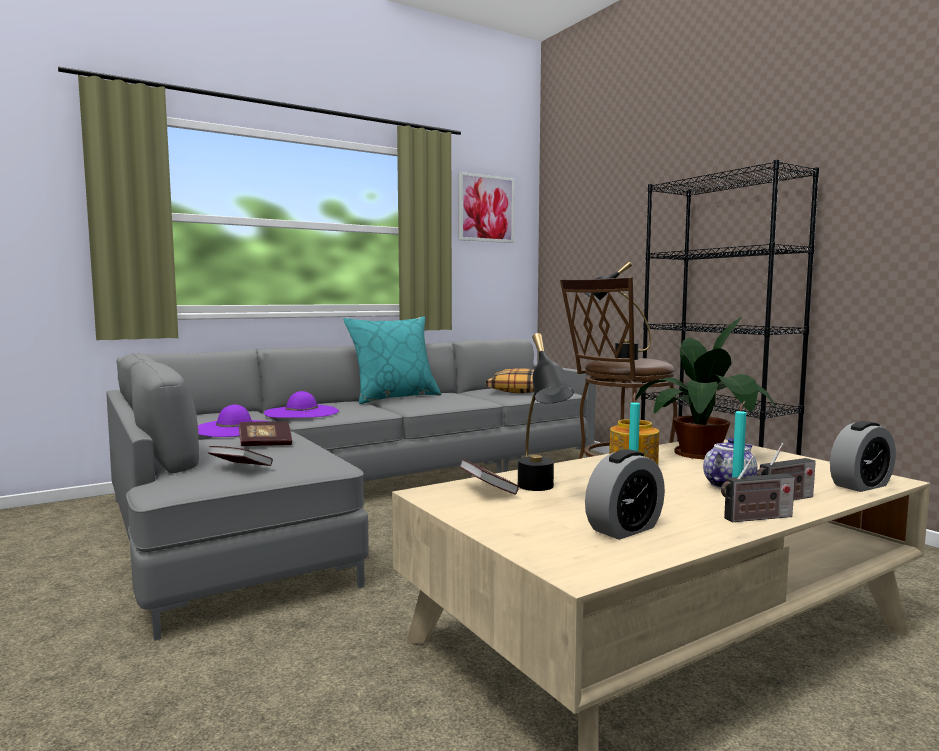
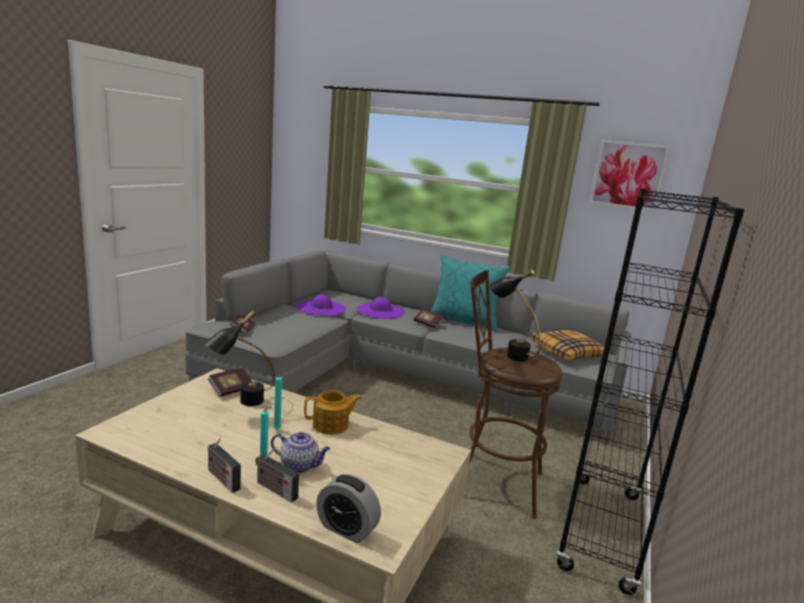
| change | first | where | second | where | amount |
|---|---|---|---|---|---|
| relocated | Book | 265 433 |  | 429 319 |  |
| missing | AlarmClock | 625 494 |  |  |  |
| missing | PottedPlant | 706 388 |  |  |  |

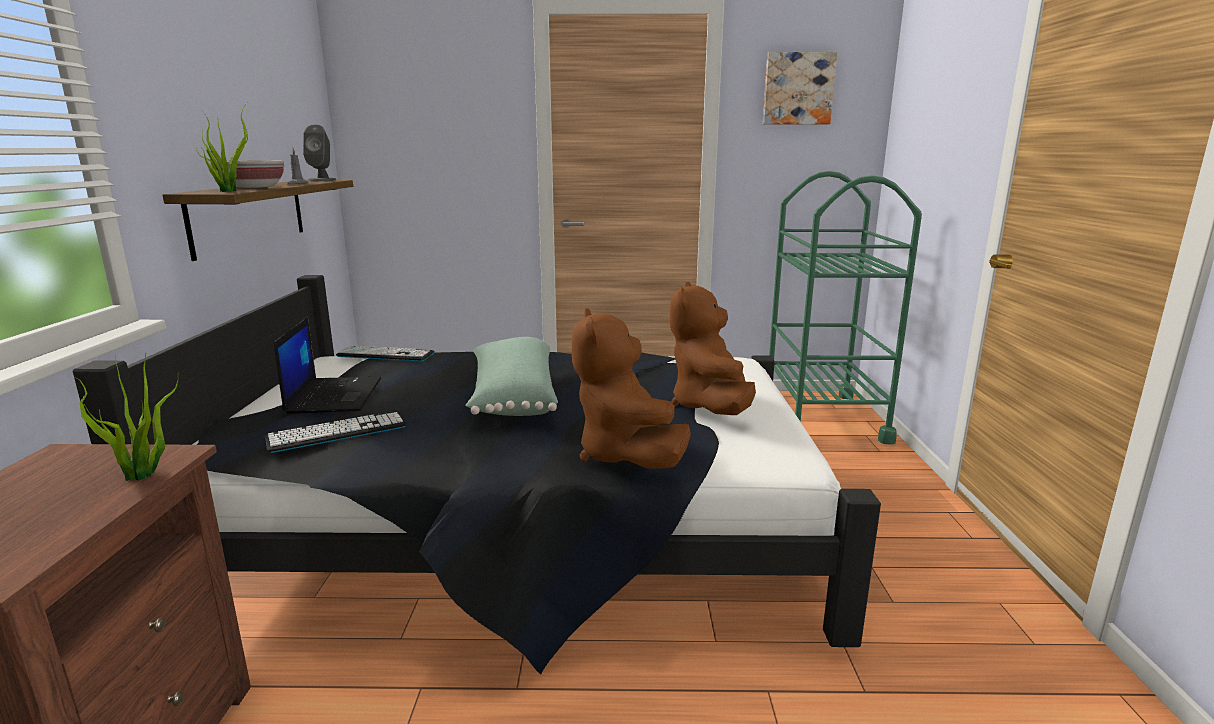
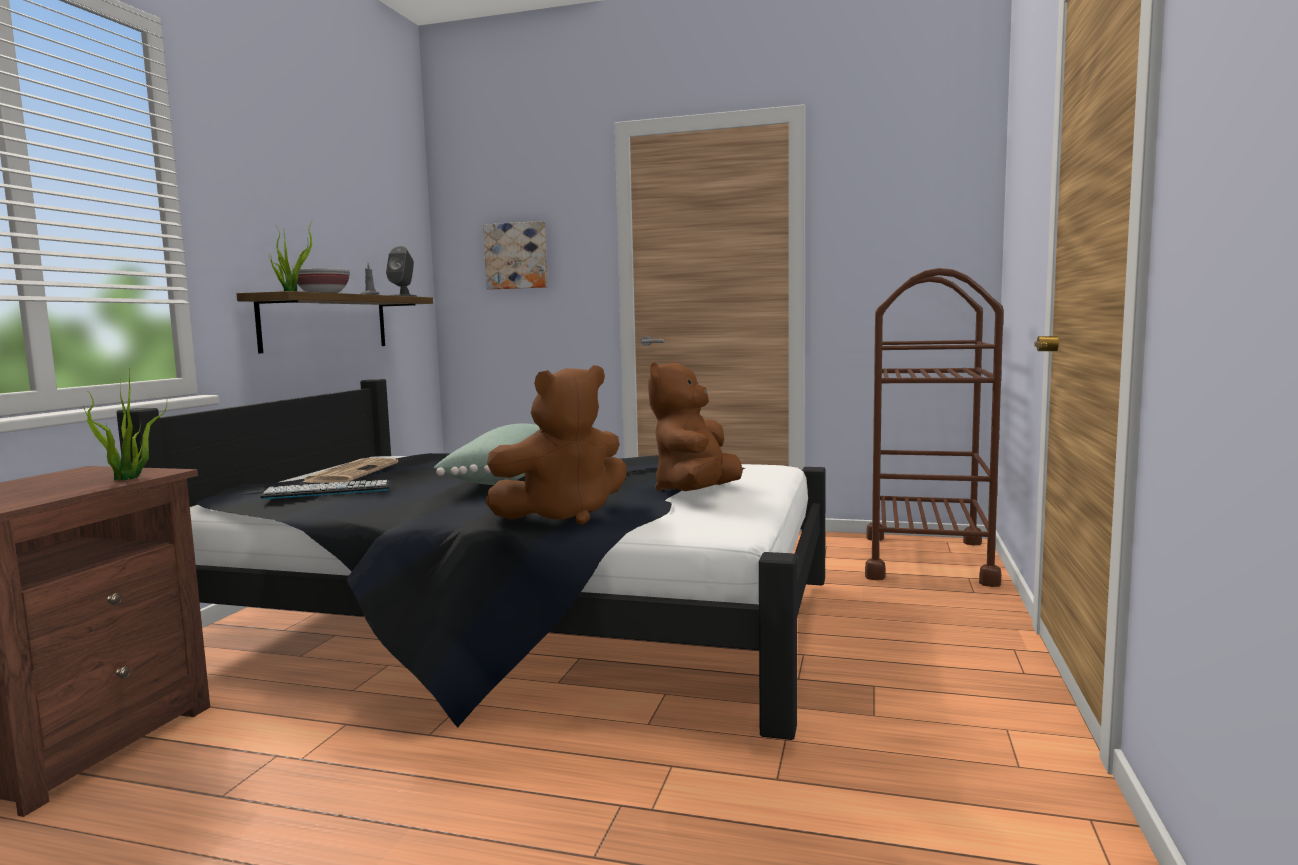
| change | first | where | second | where | amount |
|---|---|---|---|---|---|
| exchanged | Laptop | 327 365 | Newspaper | 349 470 |  |
| relocated | Picture | 800 88 |  | 515 255 |  |
| spun | BrownPlushToy | 631 388 |  | 556 445 | 120 degrees counterclockwise |
| colour | GreenCart | 845 308 | BrownCart | 934 427 |  |
| missing | Keyboard | 385 353 |  |  |  |

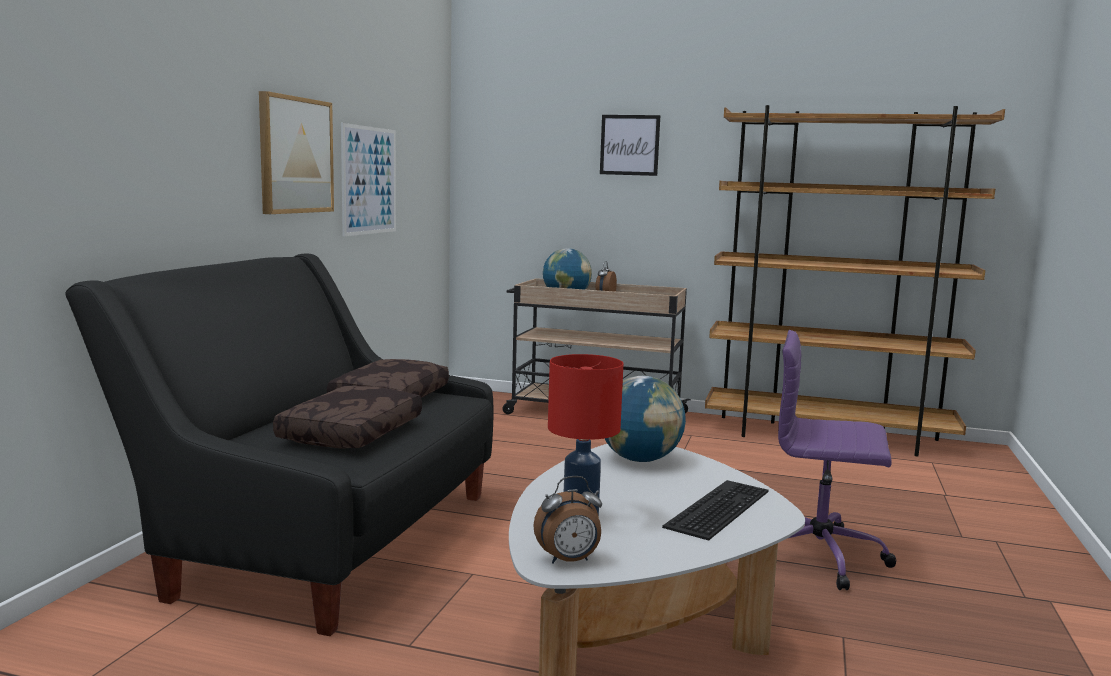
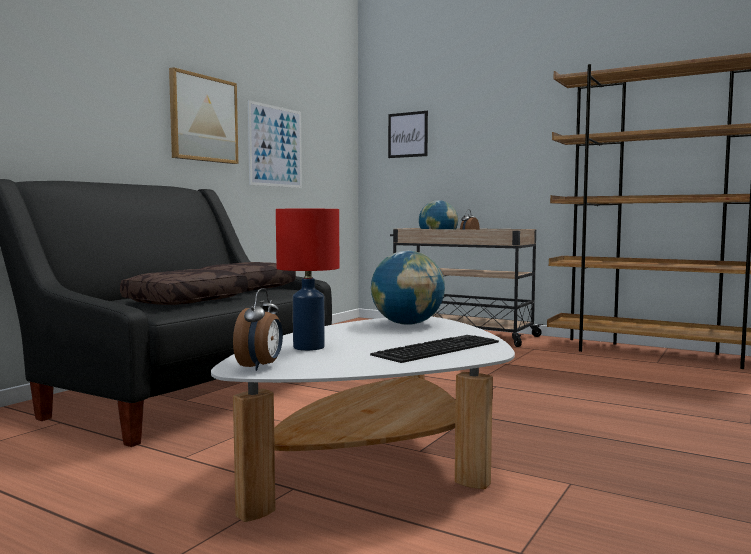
| change | first | where | second | where | amount |
|---|---|---|---|---|---|
| spun | AlarmClock | 567 520 |  | 258 329 | 75 degrees counterclockwise |
| relocated | Picture | 630 145 |  | 408 134 |  |
| missing | PurpleOfficeChair | 837 460 |  |  |  |

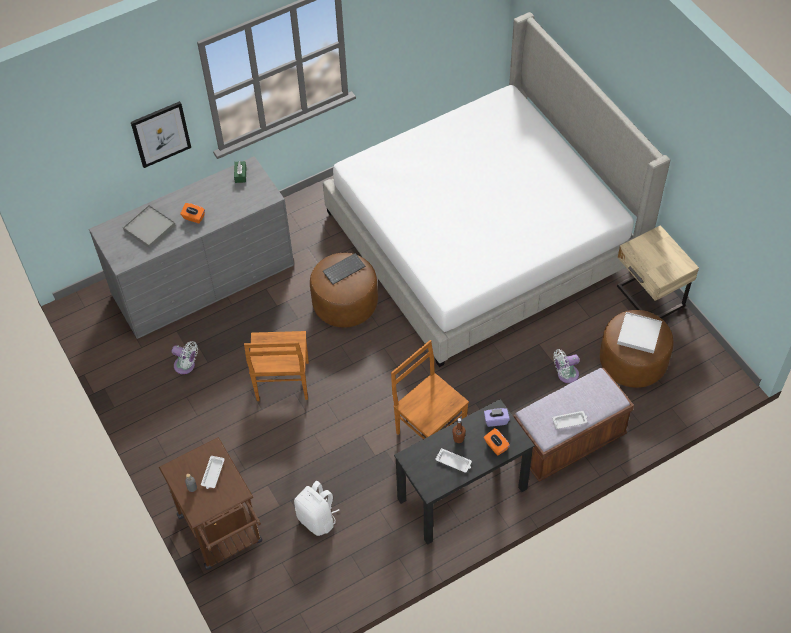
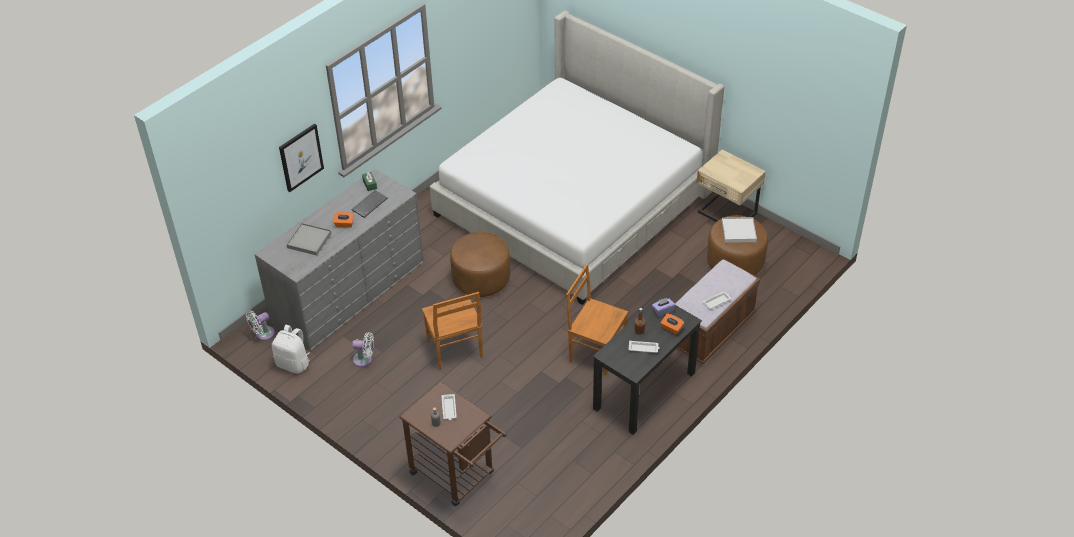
| change | first | where | second | where | amount |
|---|---|---|---|---|---|
| relocated | WhiteFan | 566 366 |  | 260 325 |  |
| relocated | WhiteBackpack | 316 508 |  | 290 349 |  |
| relocated | Keyboard | 344 269 |  | 370 204 |  |

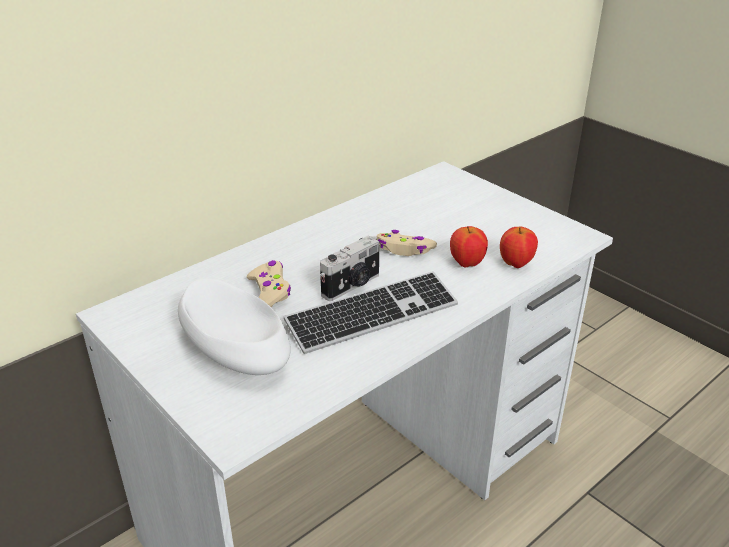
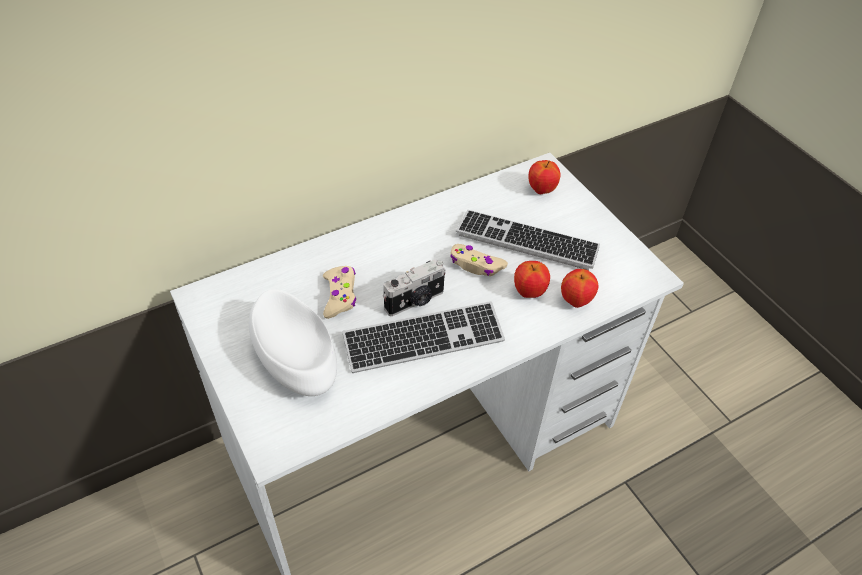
| change | first | where | second | where | amount |
|---|---|---|---|---|---|
| appeared |  |  | Keyboard | 528 240 |  |
| appeared |  |  | Apple | 544 177 |  |

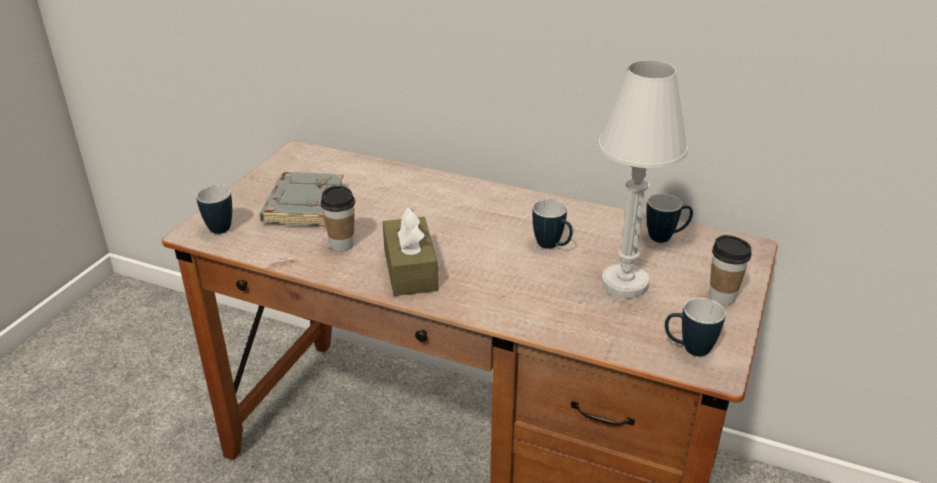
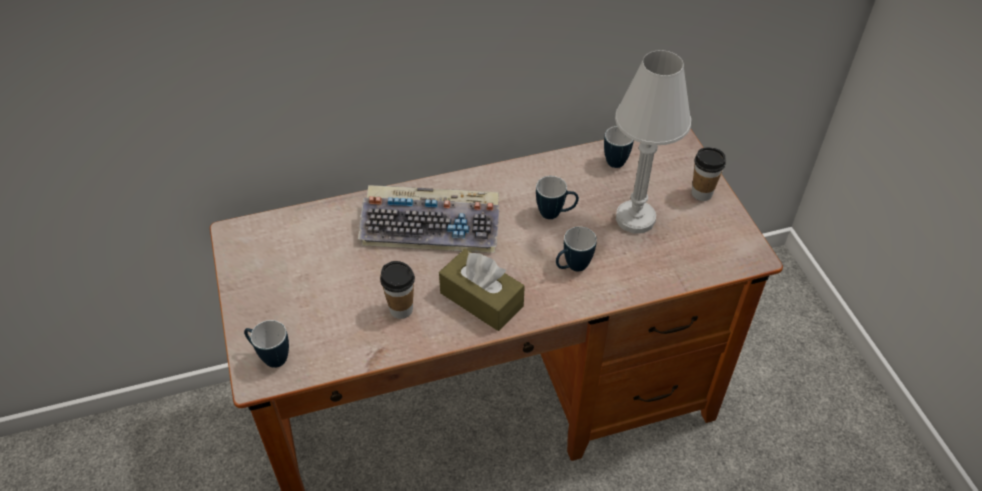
| change | first | where | second | where | amount |
|---|---|---|---|---|---|
| appeared |  |  | Keyboard | 429 219 |  |
| relocated | Mug | 695 327 |  | 576 248 |  |
| missing | GreyBook | 302 199 |  |  |  |

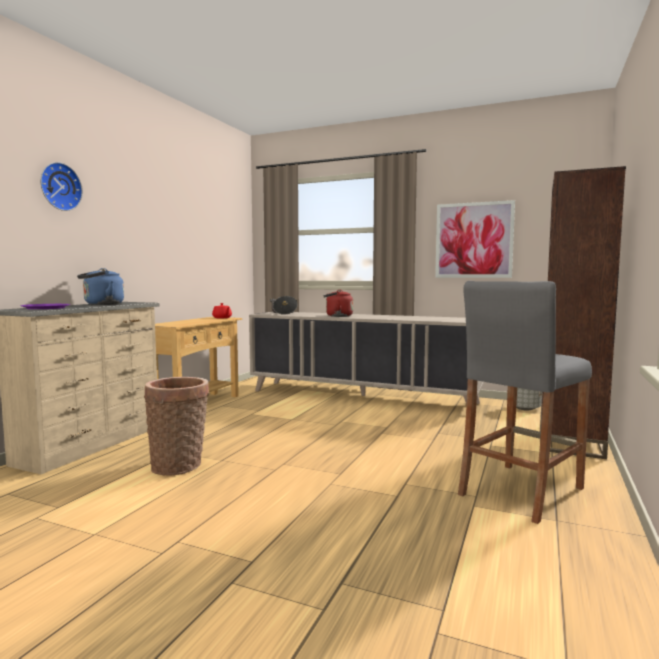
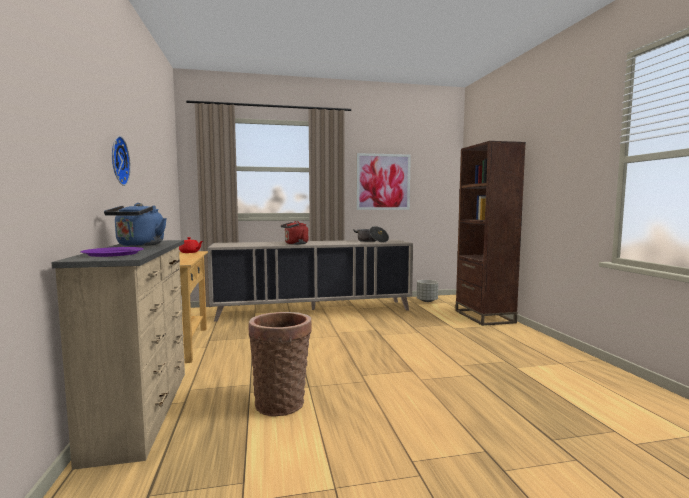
| change | first | where | second | where | amount |
|---|---|---|---|---|---|
| relocated | WallClock | 61 186 |  | 121 161 |  |
| relocated | CookingPot | 283 305 |  | 371 234 |  |
| missing | GreyStool | 525 402 |  |  |  |

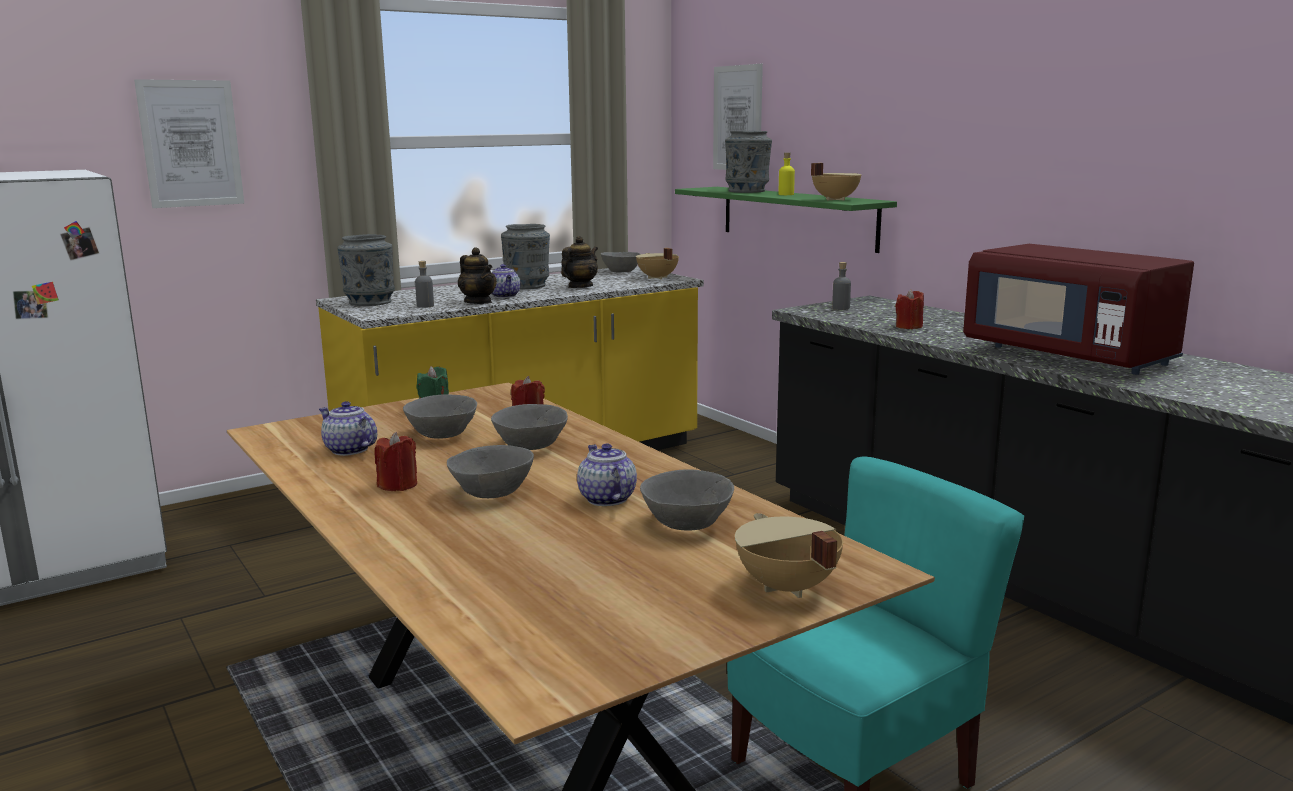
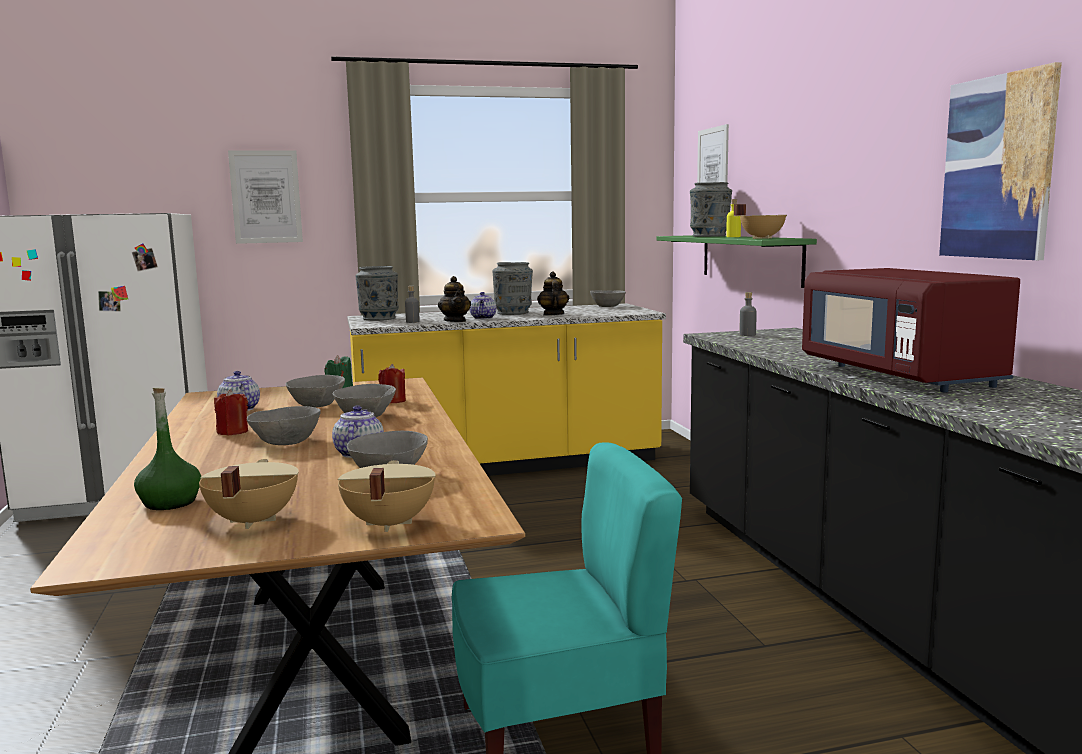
| change | first | where | second | where | amount |
|---|---|---|---|---|---|
| appeared |  |  | GreenBottle | 168 449 |  |
| relocated | BeigeCookingPot | 657 263 |  | 249 494 |  |
| spun | Teapot | 579 262 |  | 553 294 | 60 degrees counterclockwise |
| appeared |  |  | Picture | 1000 161 |  |
| missing | RedCandle | 909 309 |  |  |  |

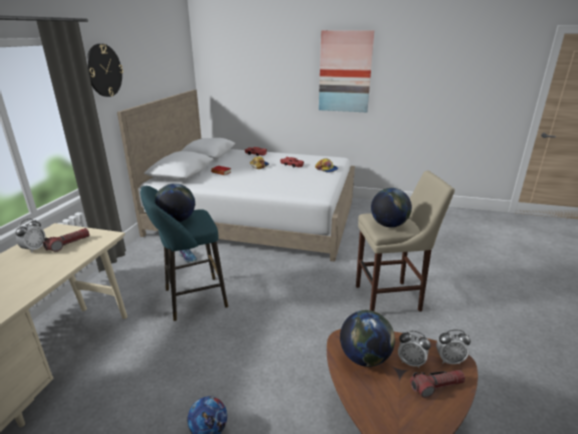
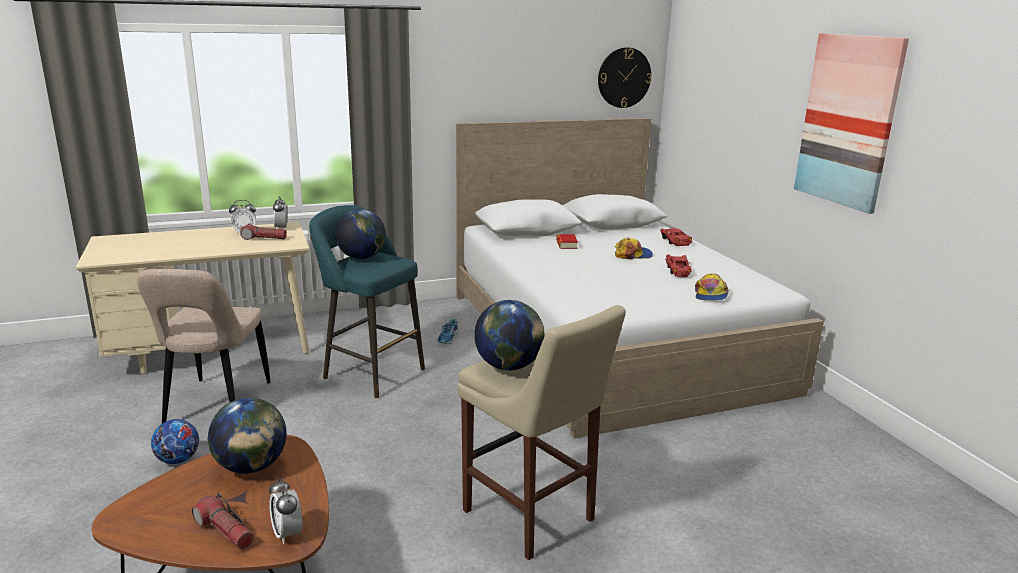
| change | first | where | second | where | amount |
|---|---|---|---|---|---|
| appeared |  |  | BeigeChair | 204 346 |  |
| relocated | AlarmClock | 414 349 |  | 280 212 |  |
| relocated | WallClock | 104 70 |  | 625 77 |  |

